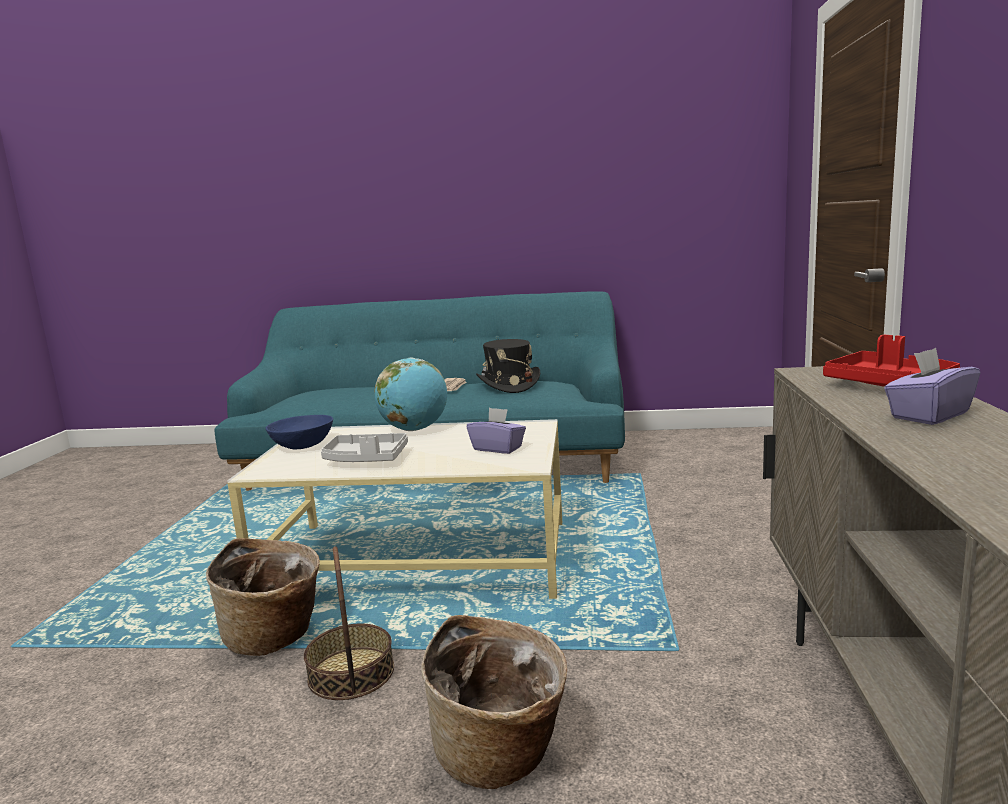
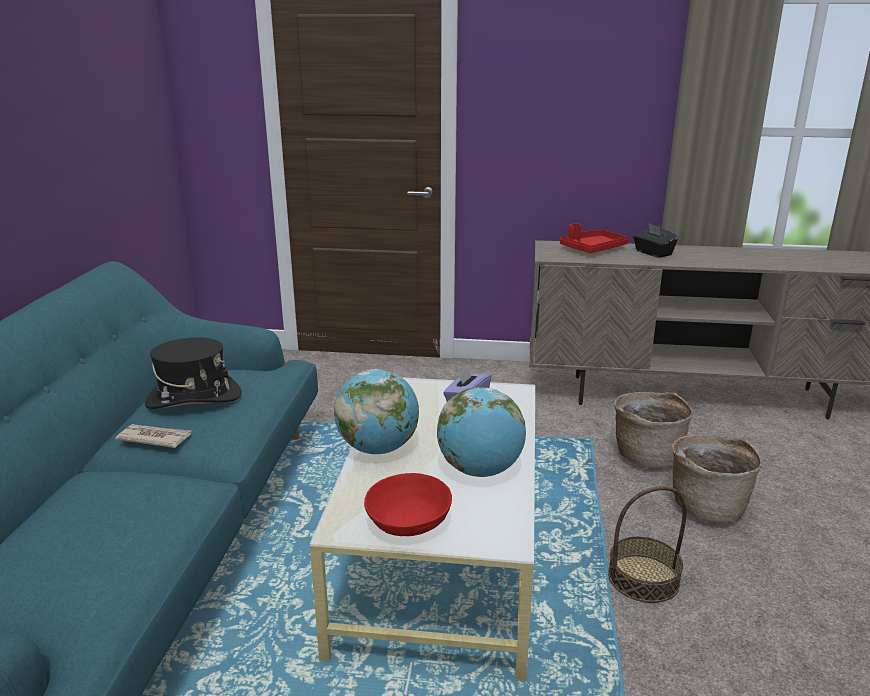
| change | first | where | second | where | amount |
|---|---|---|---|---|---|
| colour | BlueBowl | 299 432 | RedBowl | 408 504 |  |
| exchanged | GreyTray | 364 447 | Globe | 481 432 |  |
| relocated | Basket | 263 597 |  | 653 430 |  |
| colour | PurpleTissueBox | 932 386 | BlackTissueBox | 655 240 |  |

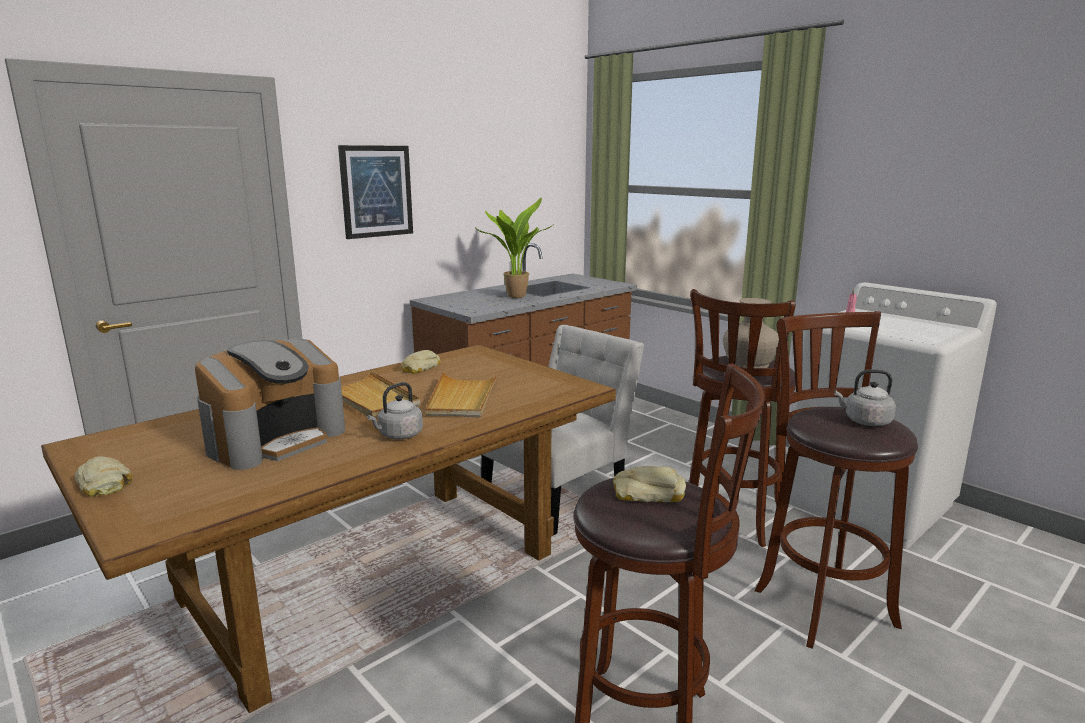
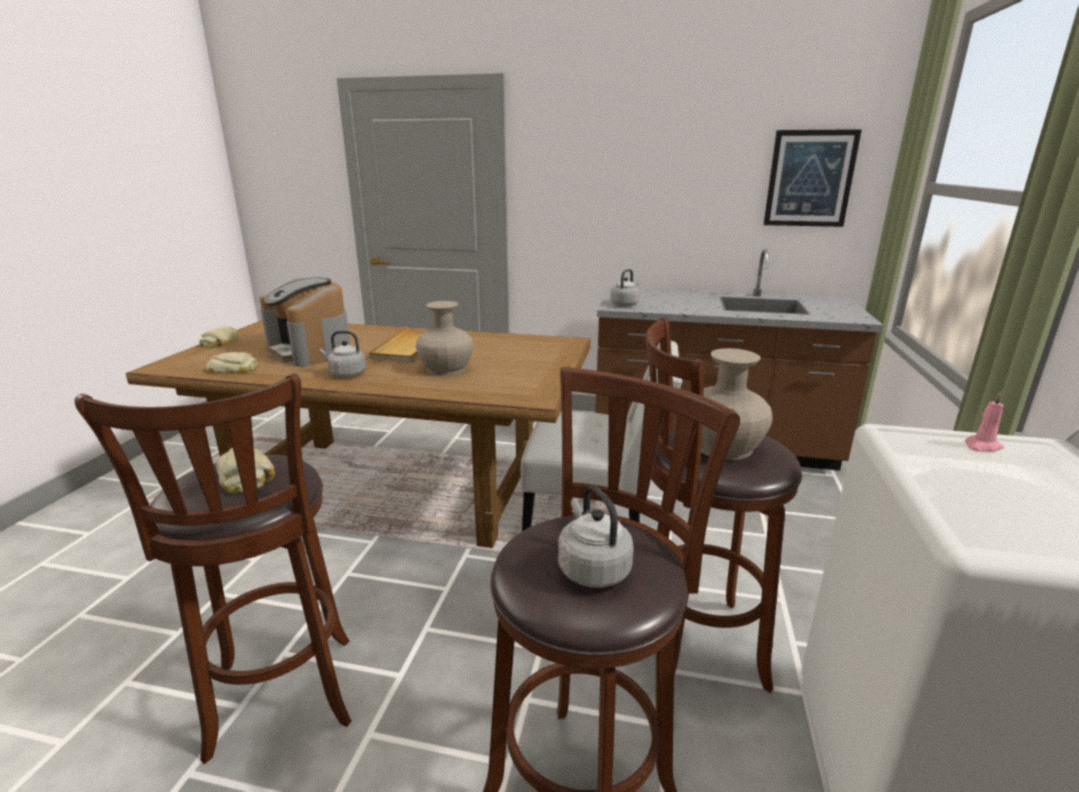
| change | first | where | second | where | amount |
|---|---|---|---|---|---|
| relocated | Bread | 421 362 |  | 232 362 |  |
| spun | CoffeeMachine | 270 404 |  | 305 322 | 45 degrees clockwise |
| exchanged | BeigeTray | 462 394 | BeigeVase | 444 338 |  |
| appeared |  |  | GreyKettle | 624 288 |  |
| relocated | Picture | 375 192 |  | 812 178 |  |
| missing | PottedPlant | 515 248 |  |  |  |

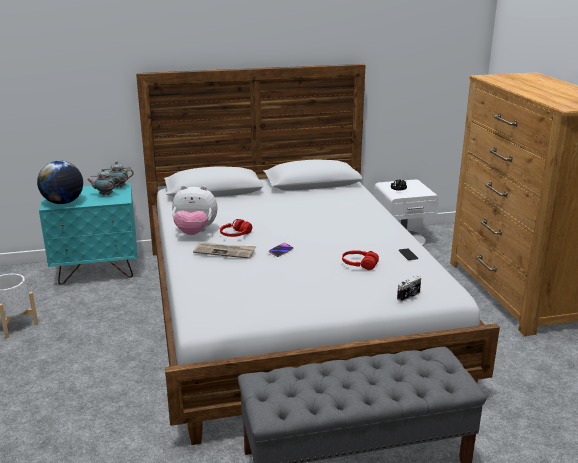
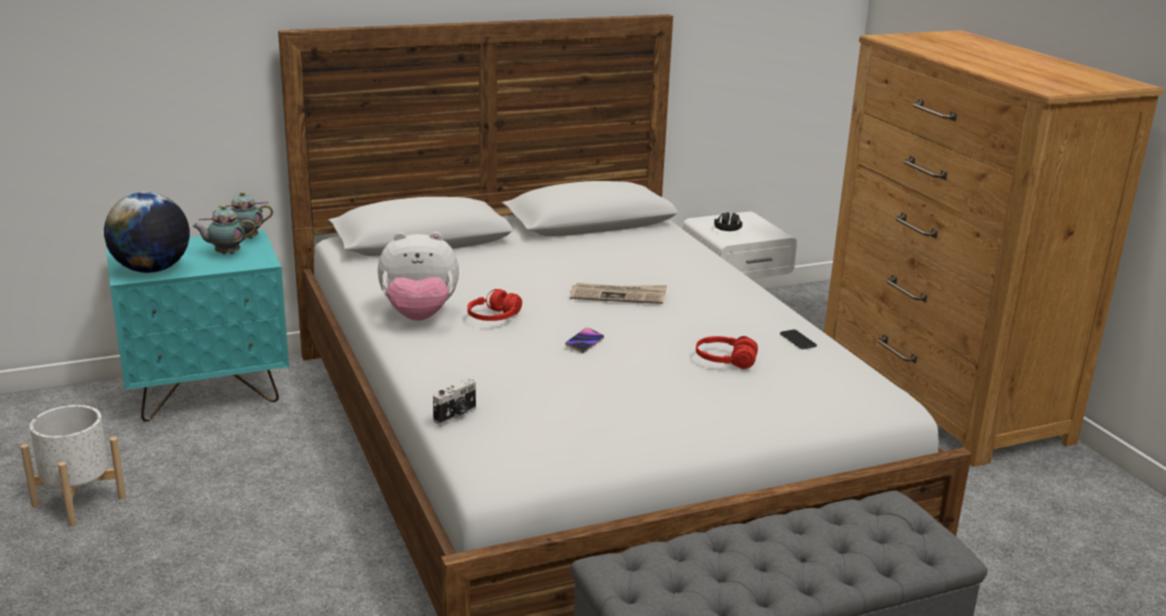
| change | first | where | second | where | amount |
|---|---|---|---|---|---|
| relocated | PhotoCamera | 409 289 |  | 454 401 |  |
| relocated | Newspaper | 225 250 |  | 618 293 |  |

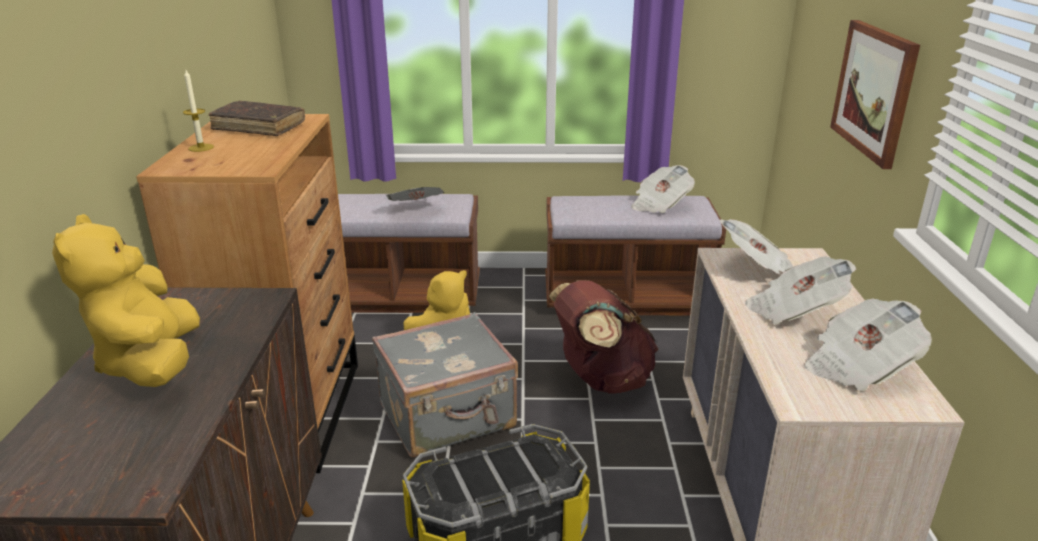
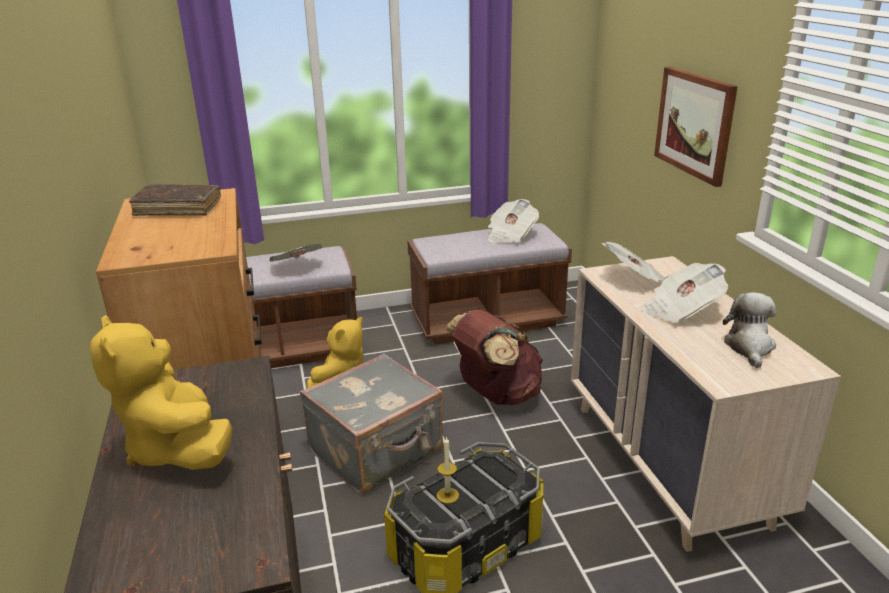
| change | first | where | second | where | amount |
|---|---|---|---|---|---|
| relocated | Candle | 198 111 |  | 448 469 |  |
| exchanged | Newspaper | 868 344 | PlushToy | 750 330 |  |

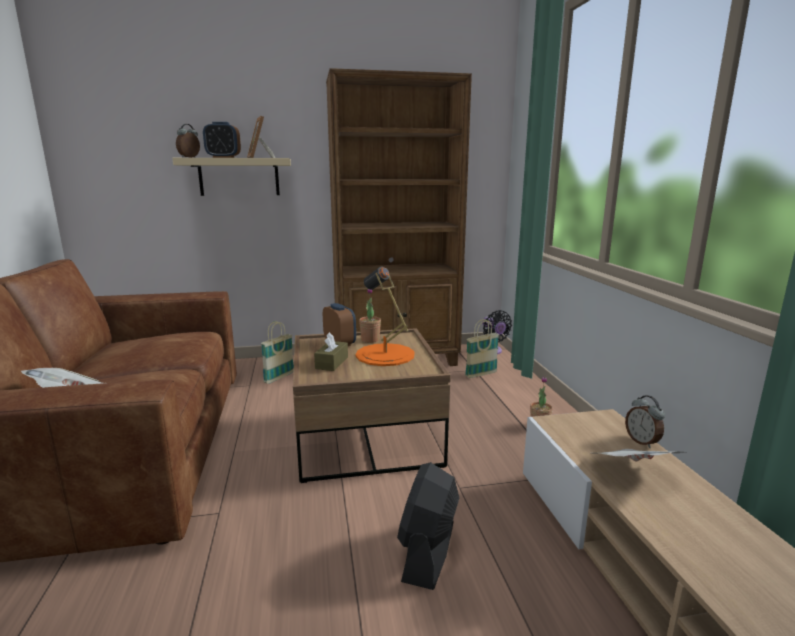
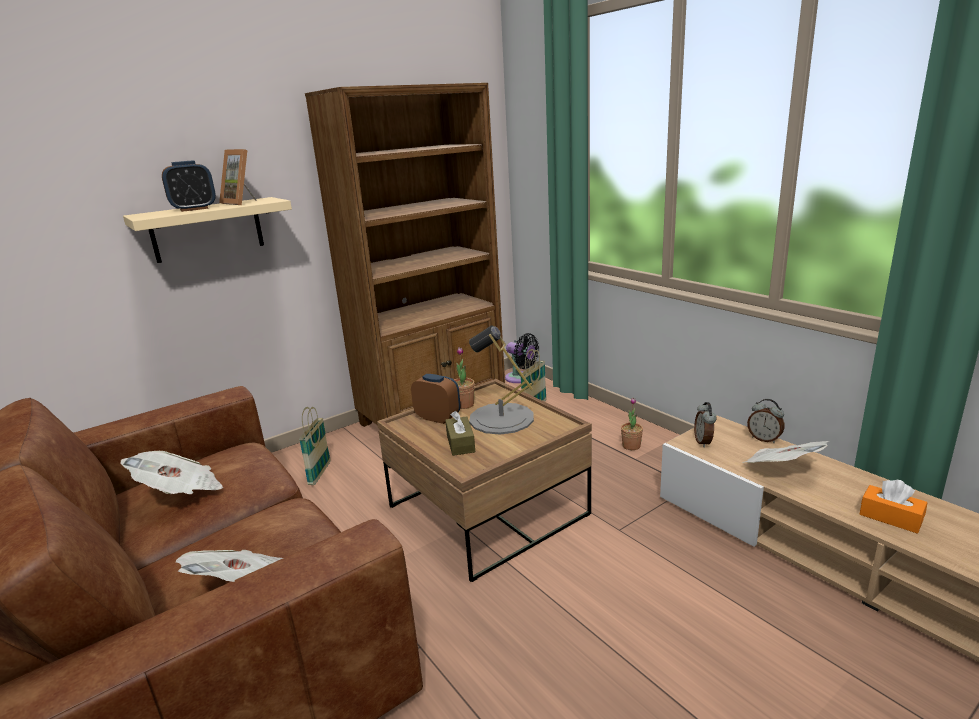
| change | first | where | second | where | amount |
|---|---|---|---|---|---|
| appeared |  |  | Newspaper | 171 472 |  |
| colour | OrangeTableLamp | 385 316 | GreyTableLamp | 501 380 |  |
| relocated | AlarmClock | 188 141 |  | 705 425 |  |
| appeared |  |  | OrangeTissueBox | 894 507 |  |
| missing | BlackFan | 428 526 |  |  |  |

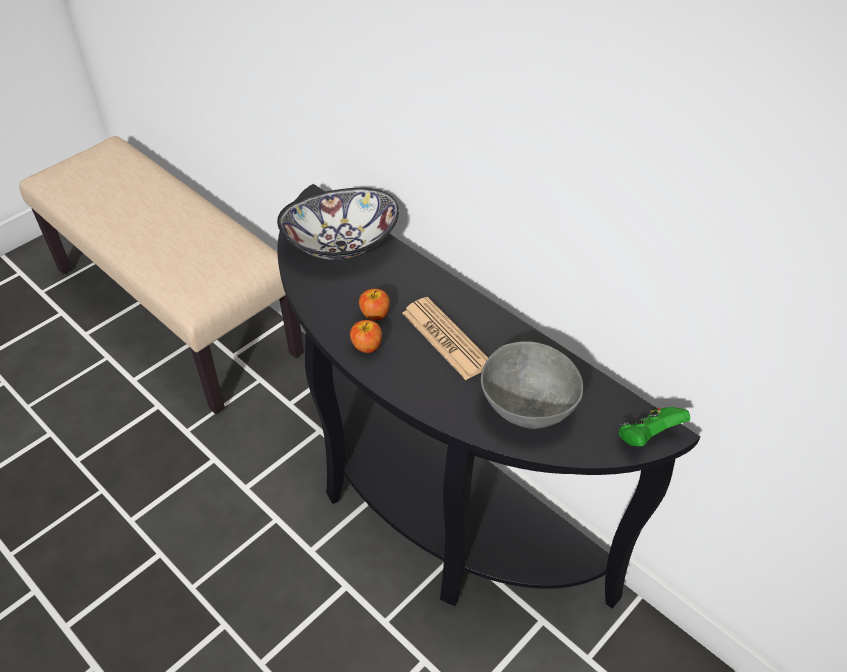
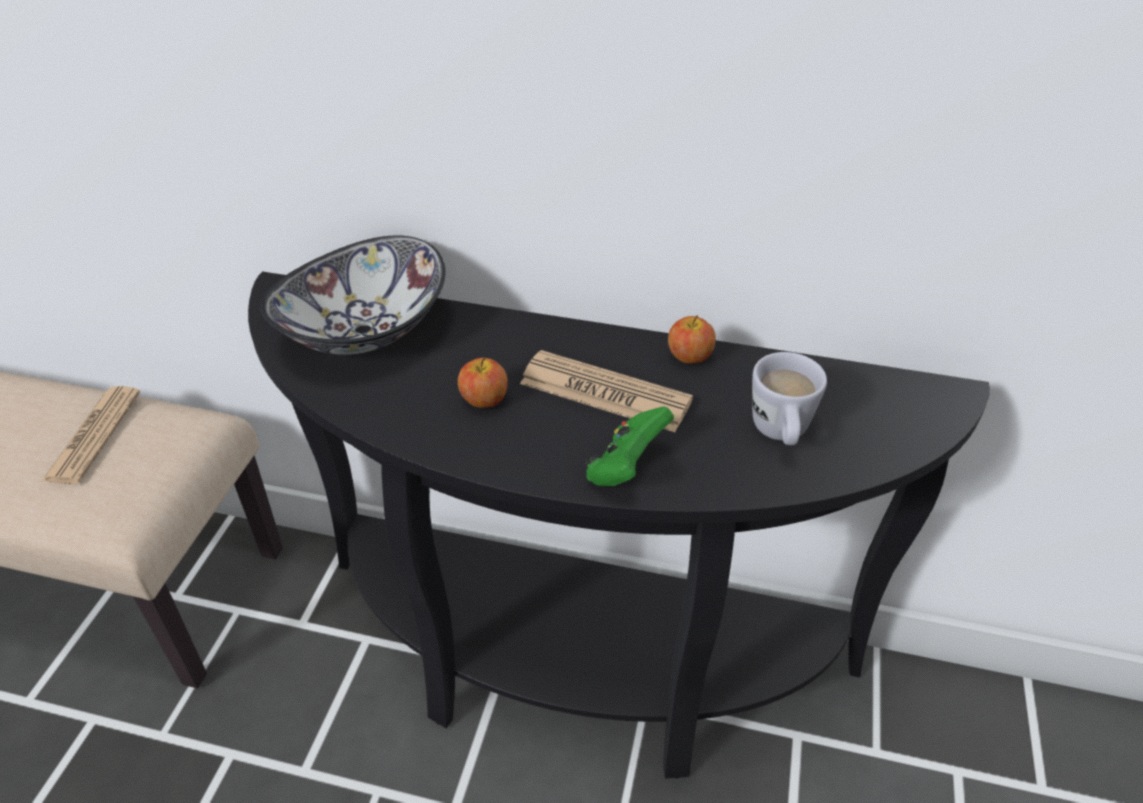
| change | first | where | second | where | amount |
|---|---|---|---|---|---|
| appeared |  |  | Newspaper | 90 435 |  |
| relocated | GreenGameController | 654 427 |  | 629 446 |  |
| relocated | Apple | 366 336 |  | 692 339 |  |
| exchanged | GreyBowl | 532 385 | WhiteMug | 789 398 |  |

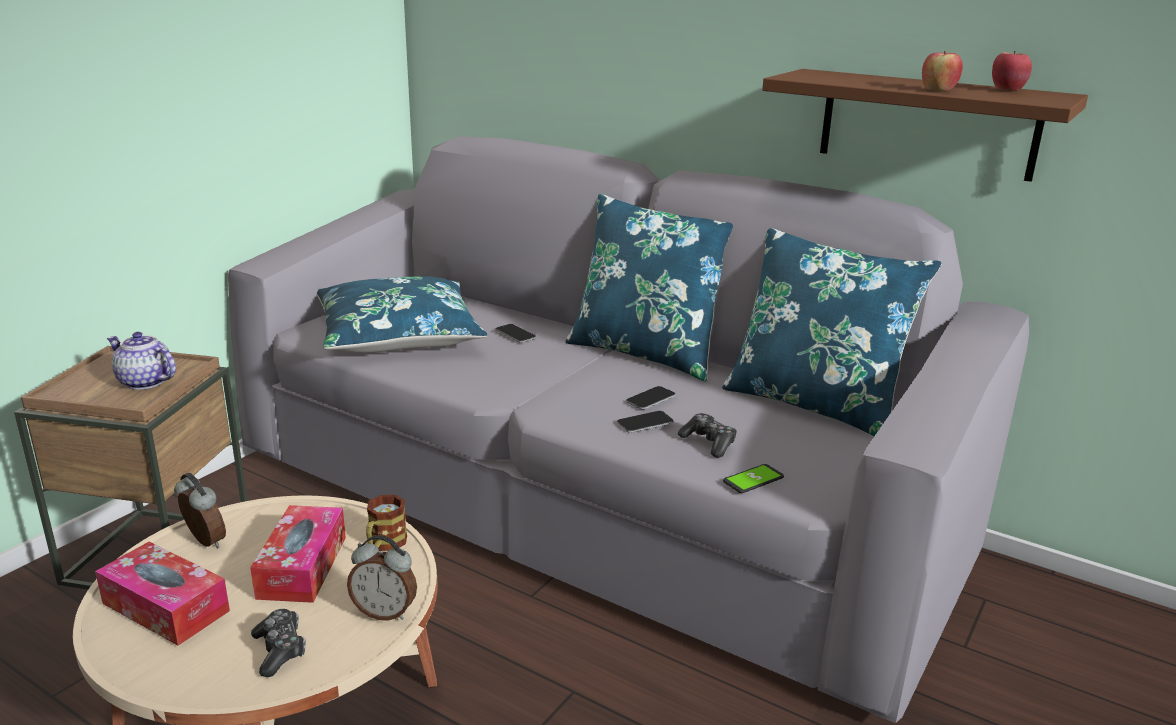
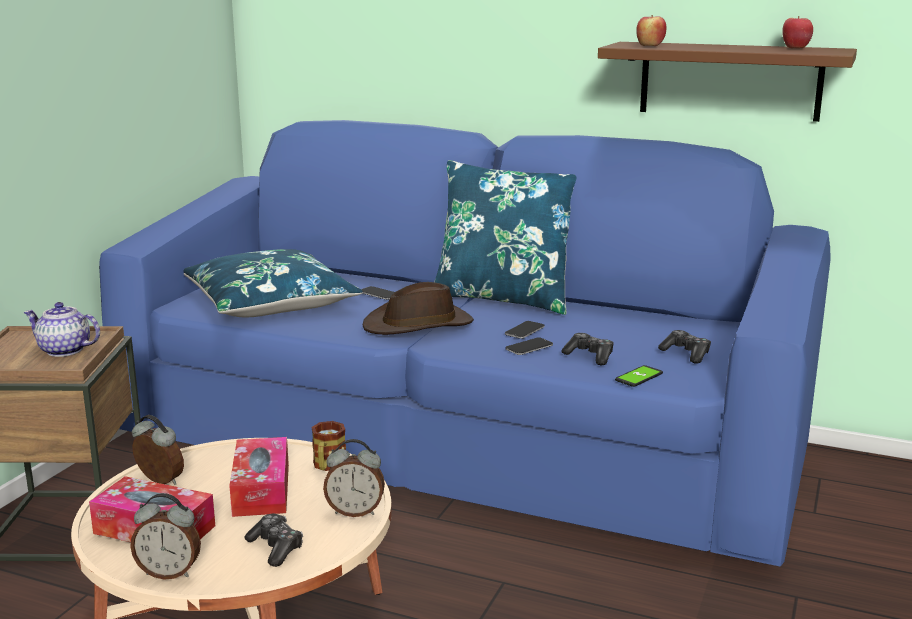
| change | first | where | second | where | amount |
|---|---|---|---|---|---|
| colour | GreySofa | 628 429 | BlueSofa | 465 343 |  |
| appeared |  |  | AlarmClock | 165 536 |  |
| appeared |  |  | BrownHat | 418 308 |  |
| relocated | Apple | 942 71 |  | 651 30 |  |
| appeared |  |  | GameController | 684 346 |  |
| missing | BluePillow | 832 332 |  |  |  |

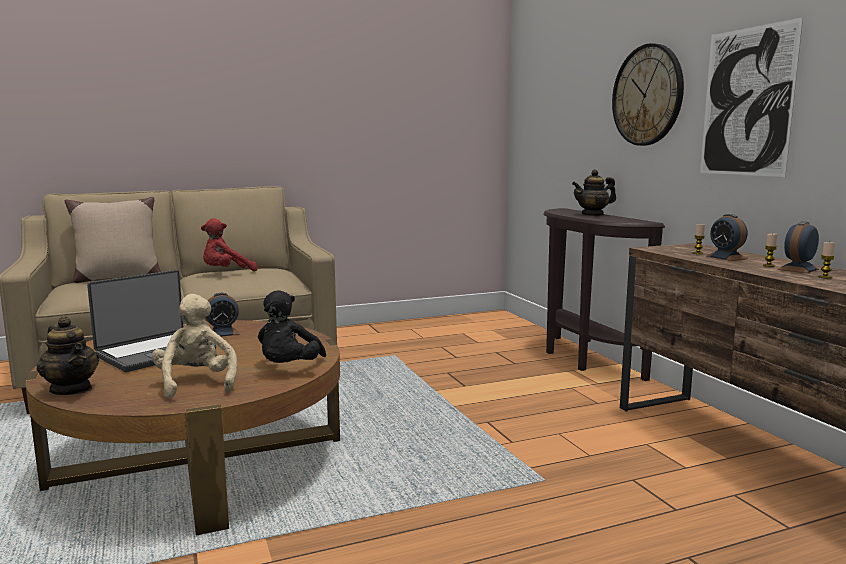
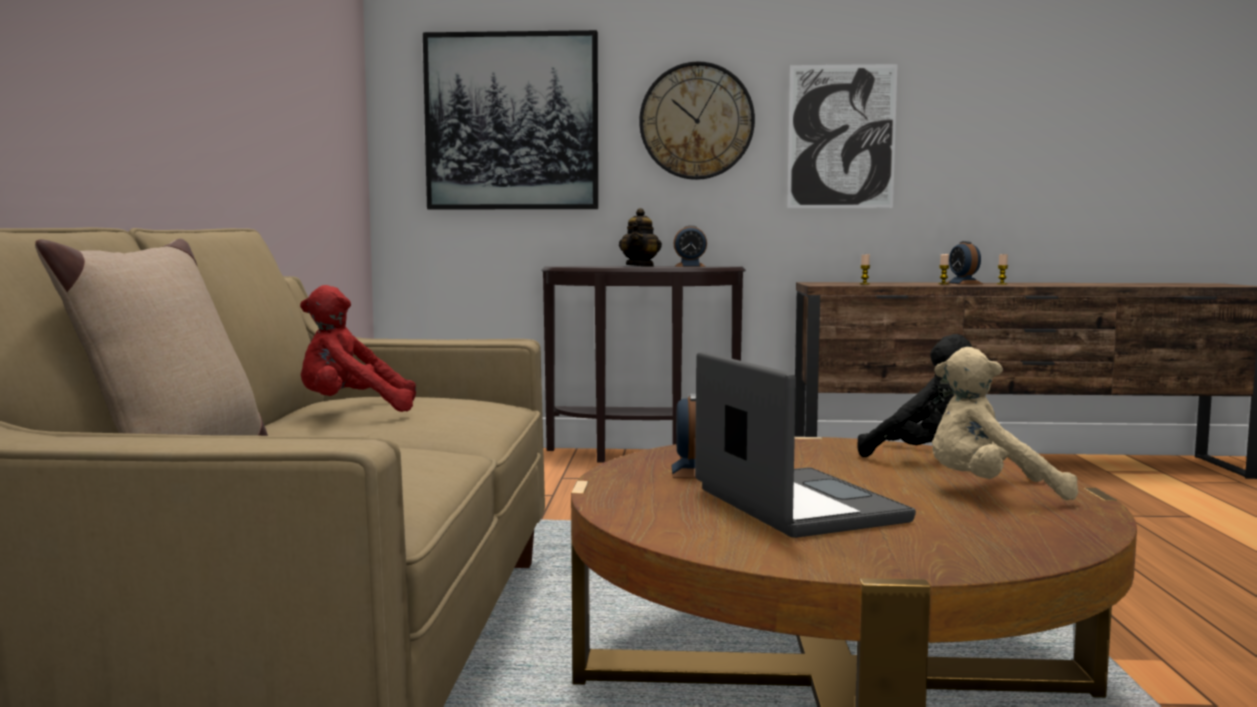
| change | first | where | second | where | amount |
|---|---|---|---|---|---|
| spun | RedPlushToy | 229 244 |  | 358 348 | 90 degrees clockwise |
| appeared |  |  | Picture | 510 120 |  |
| relocated | AlarmClock | 727 237 |  | 690 246 |  |
| missing | Teapot | 67 356 |  |  |  |

